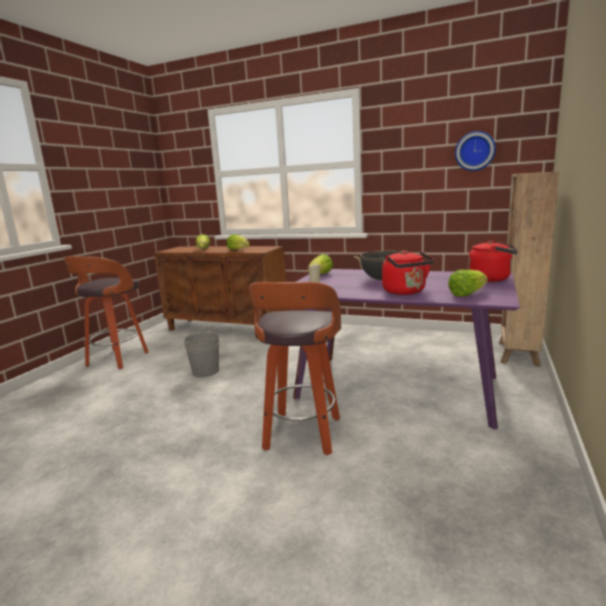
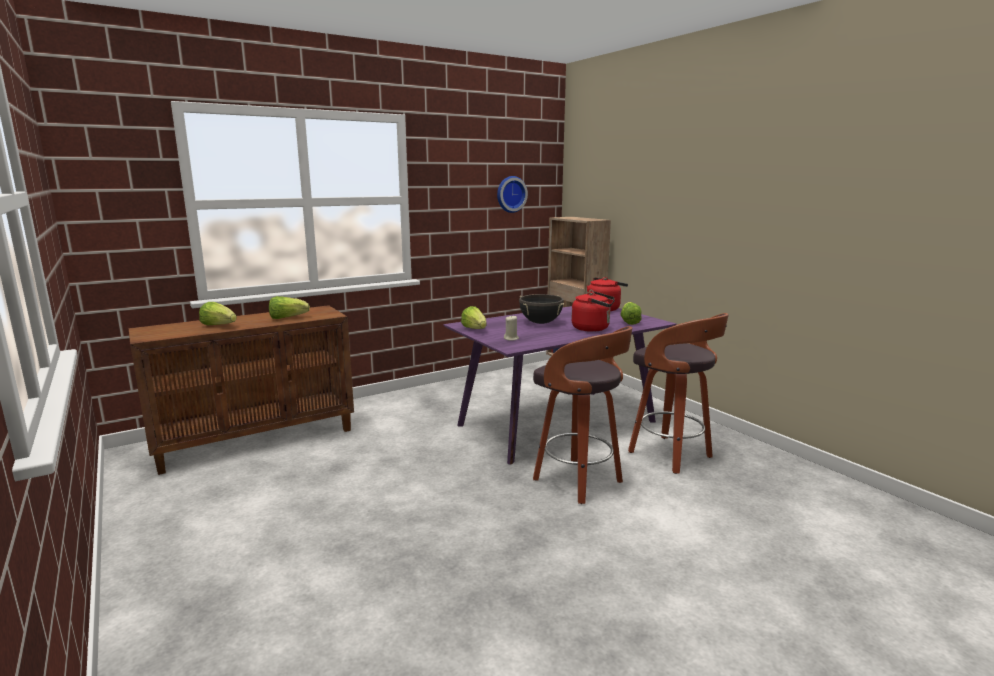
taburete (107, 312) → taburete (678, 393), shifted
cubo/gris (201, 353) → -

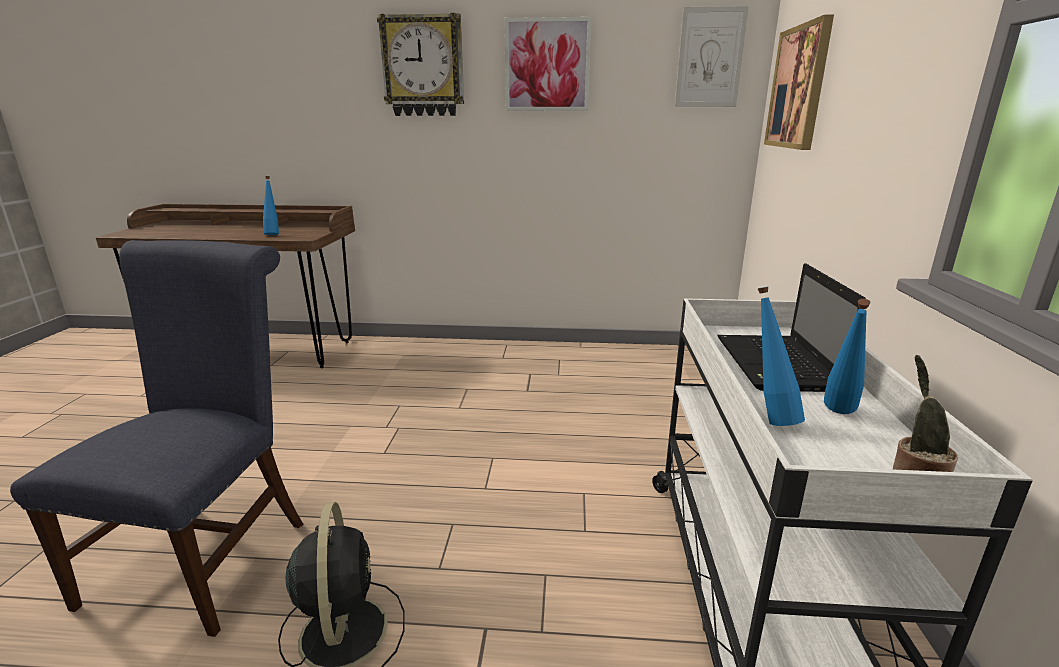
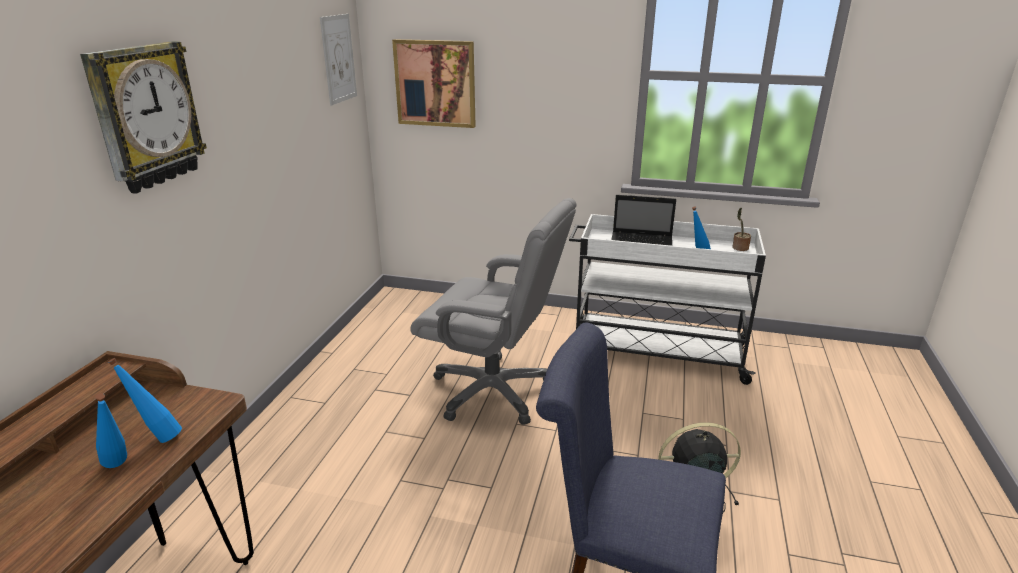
cuadro (547, 64) → -
botella/azul (847, 356) → botella/azul (111, 430), shifted
- → silla de oficina/gris (493, 311)

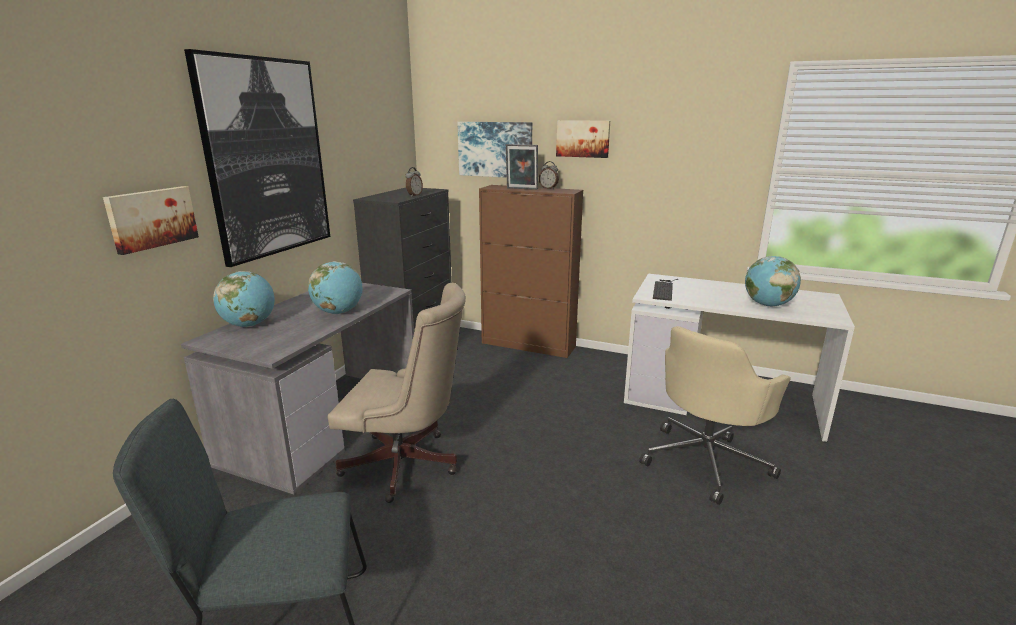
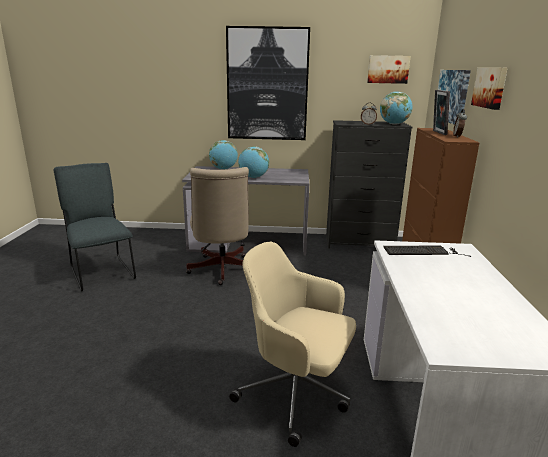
cuadro (151, 220) → cuadro (389, 69), shifted
globo terráqueo (773, 281) → globo terráqueo (396, 108), shifted

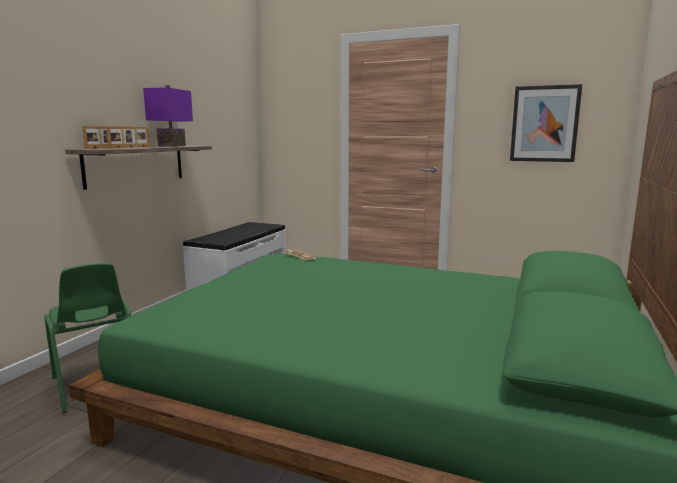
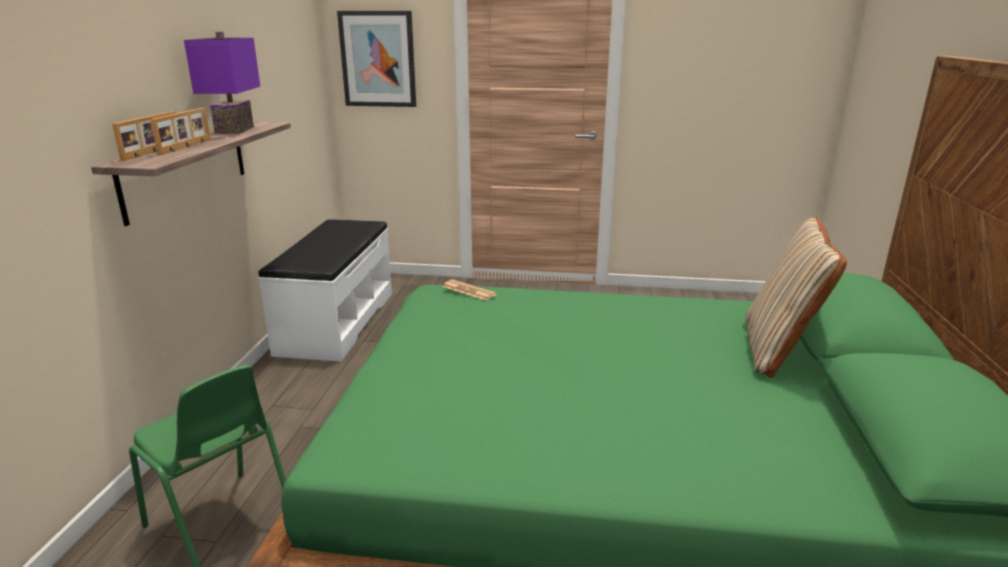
cuadro (546, 123) → cuadro (376, 59), shifted
- → cojín/beis (796, 297)

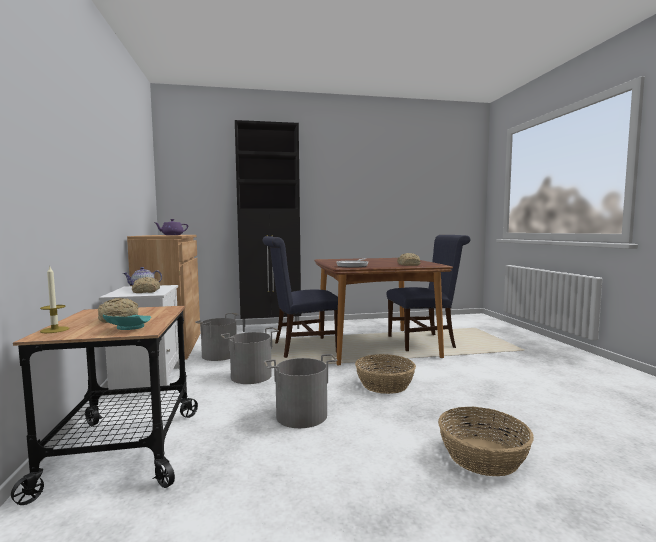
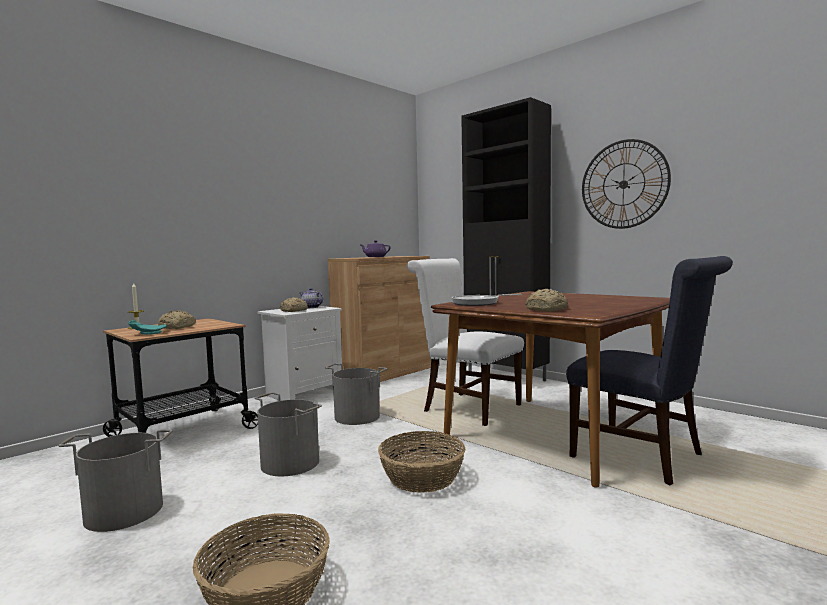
silla/azul (300, 297) → silla/blanco (465, 342)
cubo/gris (217, 337) → cubo/gris (115, 481), shifted
- → reloj de pared (626, 184)

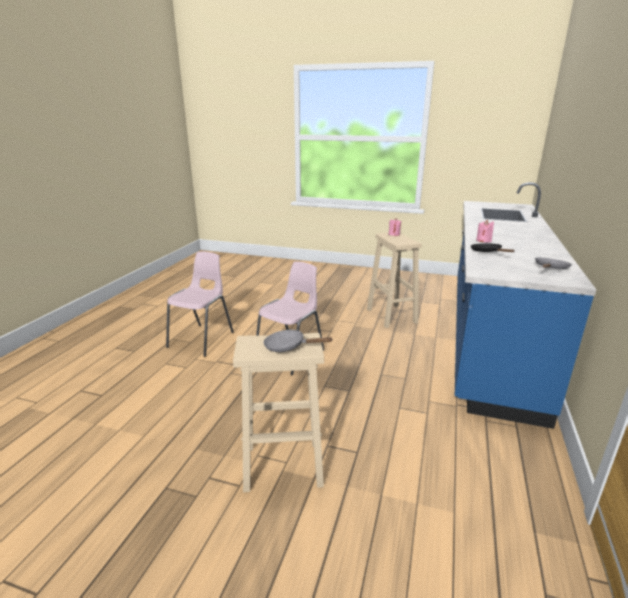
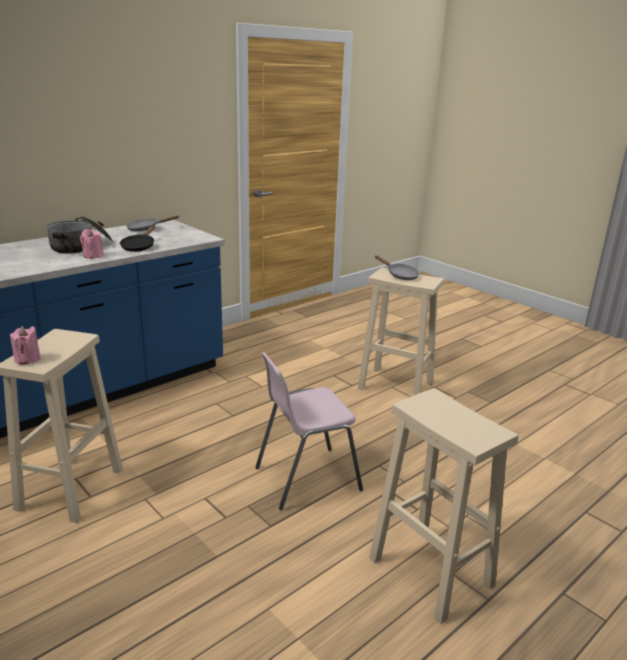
silla/rosa (200, 304) → taburete/beis (444, 506)
- → olla (79, 234)

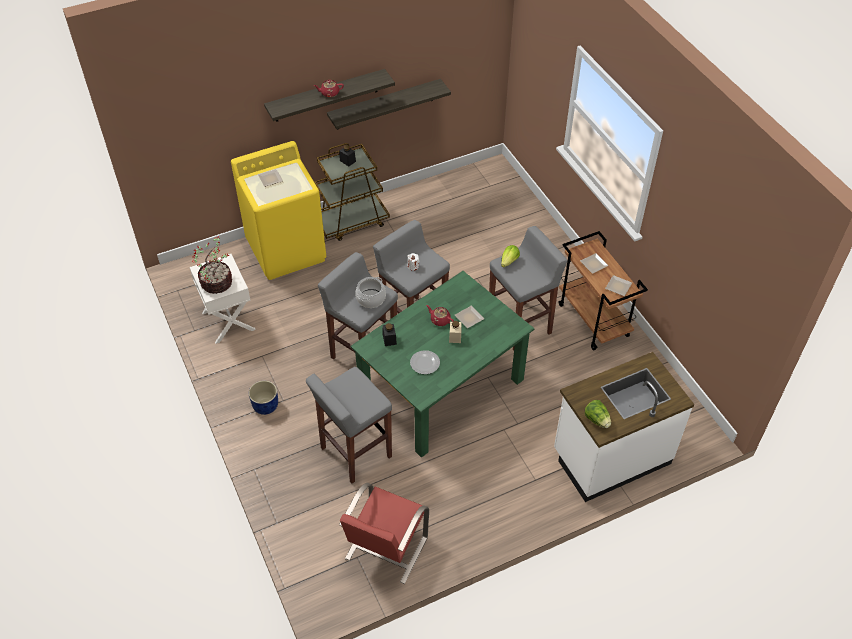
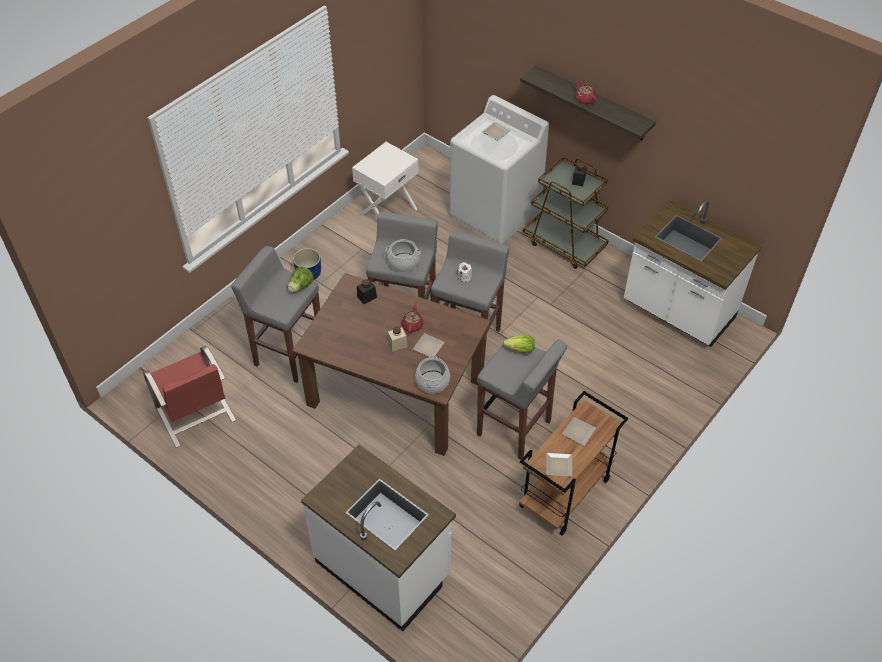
estante (389, 104) → -
lavadora/amarillo (278, 210) → lavadora/blanco (499, 169)
planta en maceta (212, 265) → -
mesa de comedor/verde (442, 364) → mesa de comedor/marrón (391, 364)
plato (425, 362) → -
lechuga (598, 414) → lechuga (300, 280), shifted
silla/rojo (384, 533) → silla/rojo (189, 397), 120 degrees counterclockwise
- → mueble bajo de cocina/blanco (692, 274)
- → olla (432, 374)

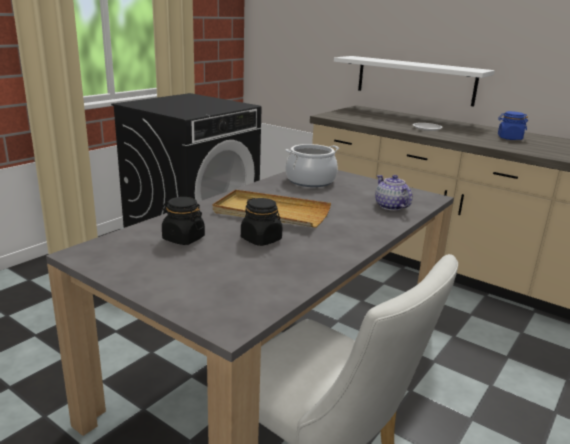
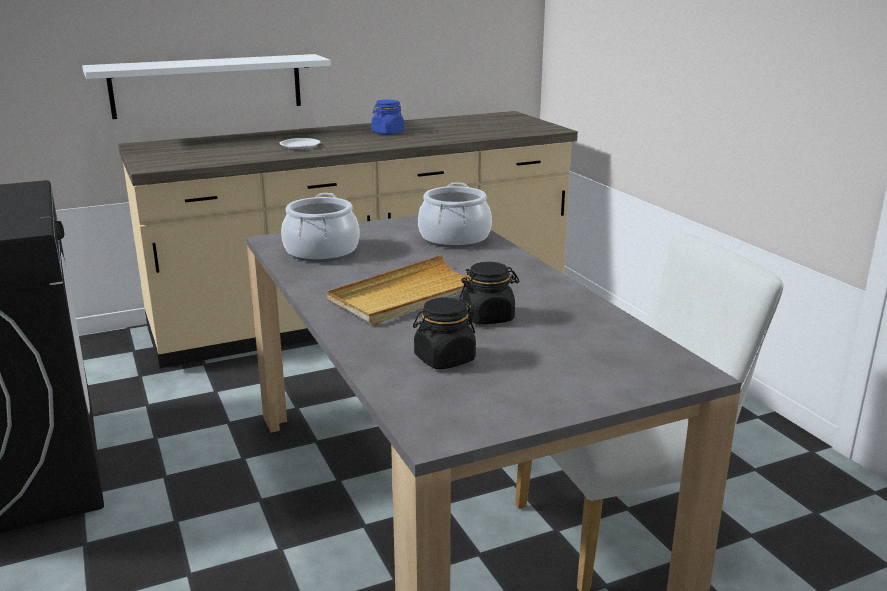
tetera (394, 193) → olla (455, 215)

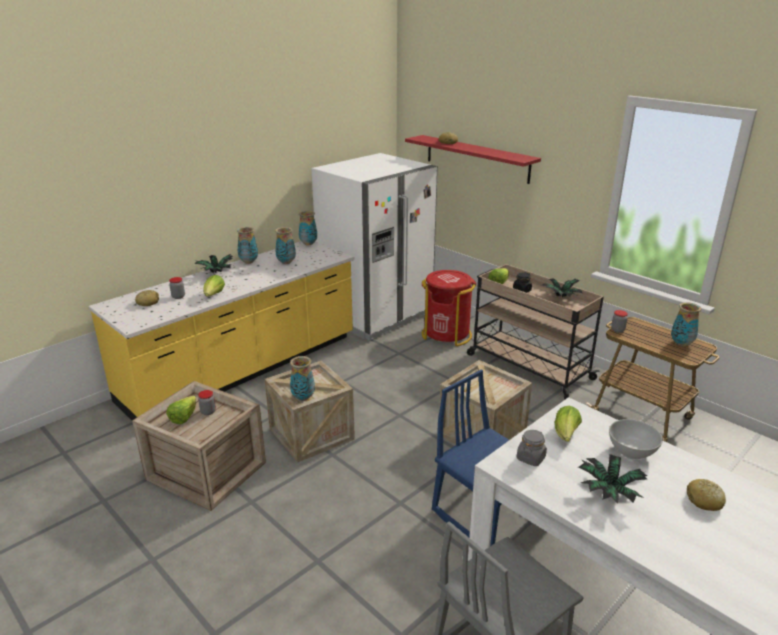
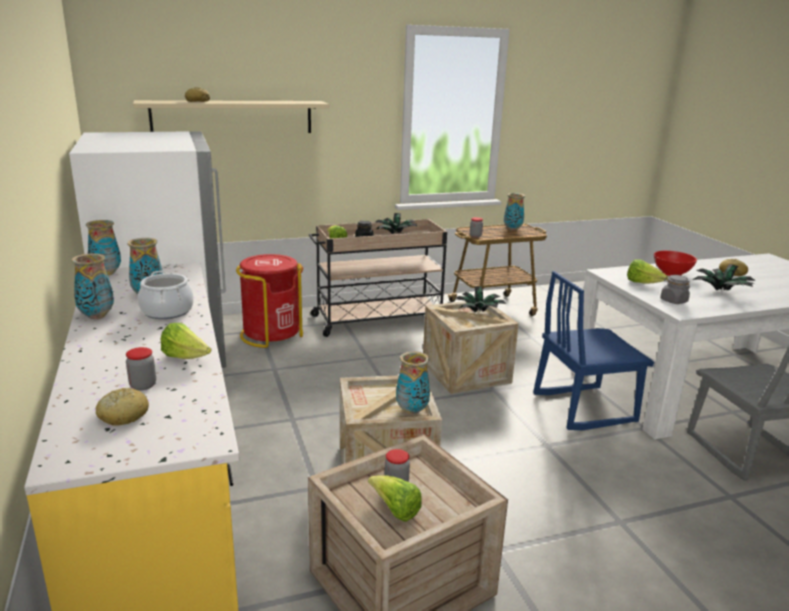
estante/rojo (473, 159) → estante/beis (231, 116)
planta en maceta (214, 263) → planta en maceta (481, 299), shifted
cuenco/blanco (636, 439) → cuenco/rojo (675, 263)
- → olla (166, 295)

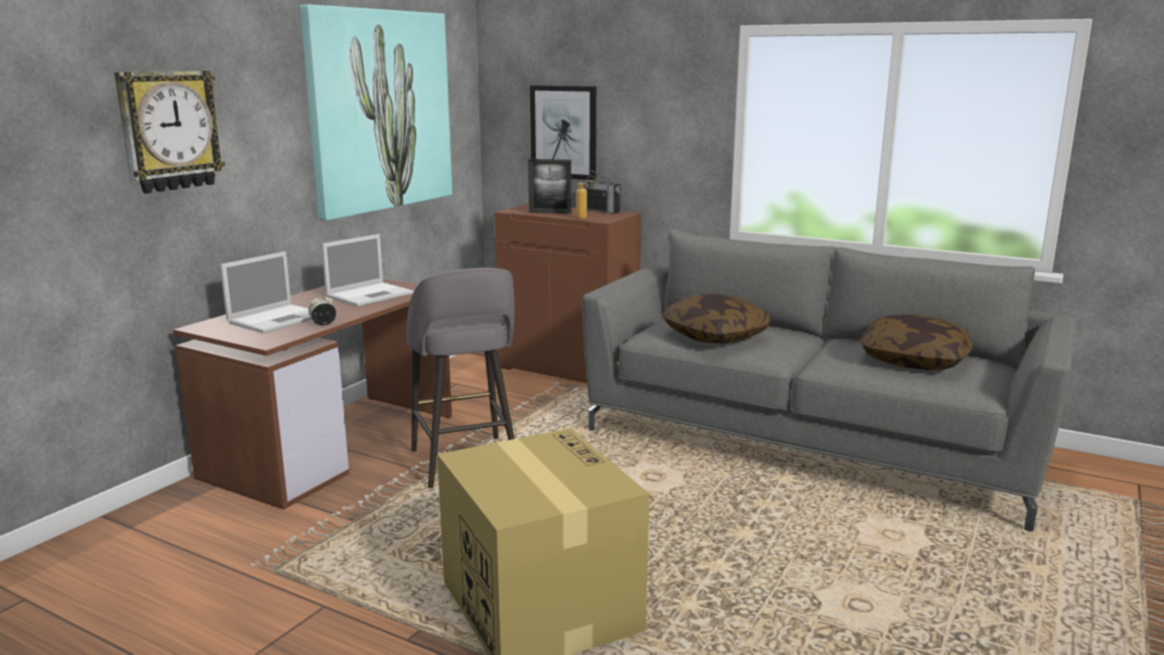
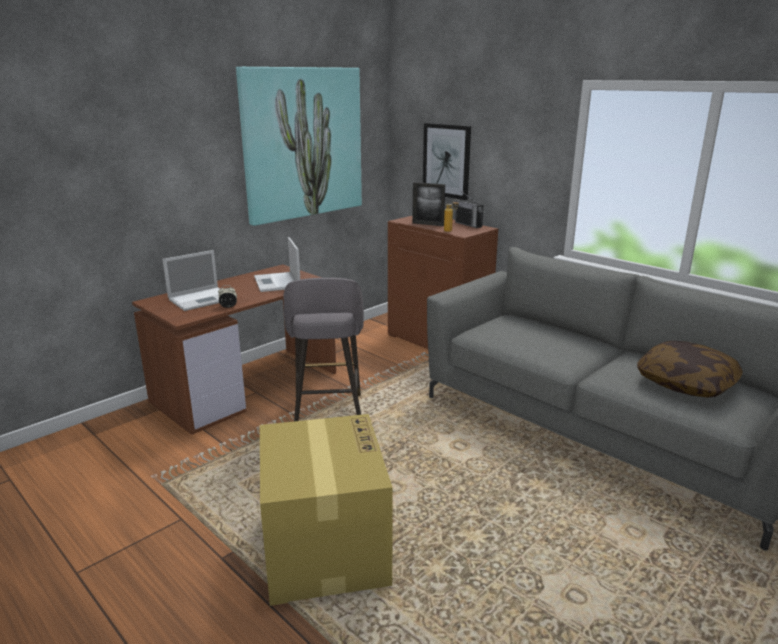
reloj de pared (169, 132) → -
portátil (367, 270) → portátil (277, 264), 105 degrees clockwise
cojín (717, 318) → -

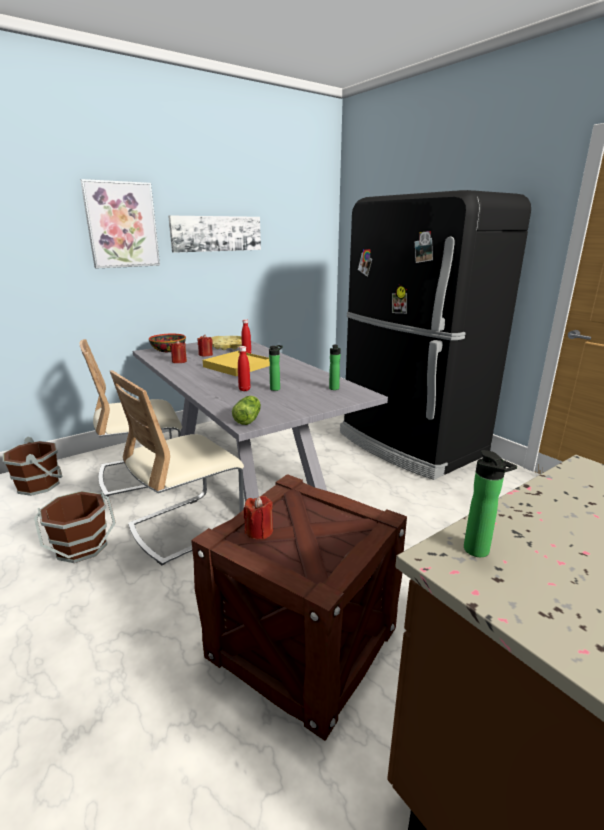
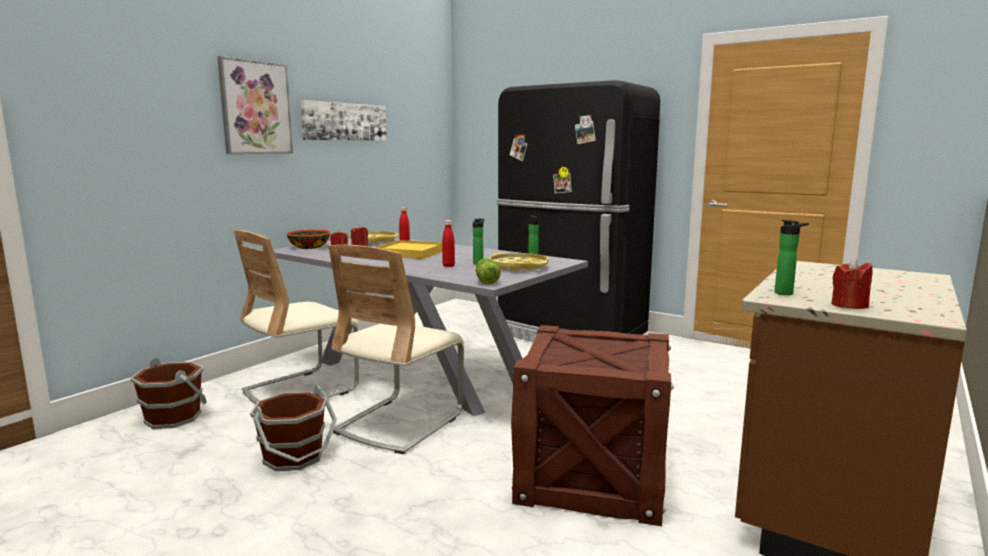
vela/rojo (258, 518) → vela/rojo (851, 284), shifted
- → bandeja/amarillo (519, 262)

